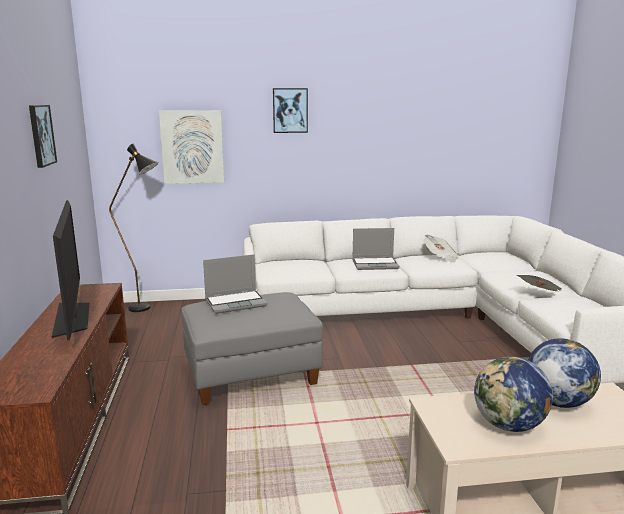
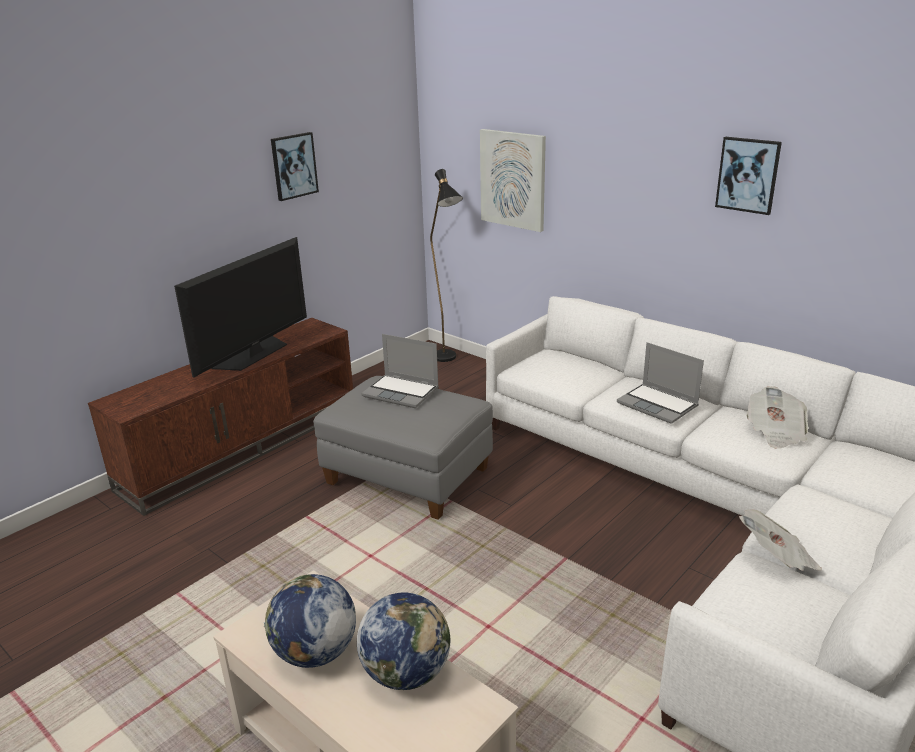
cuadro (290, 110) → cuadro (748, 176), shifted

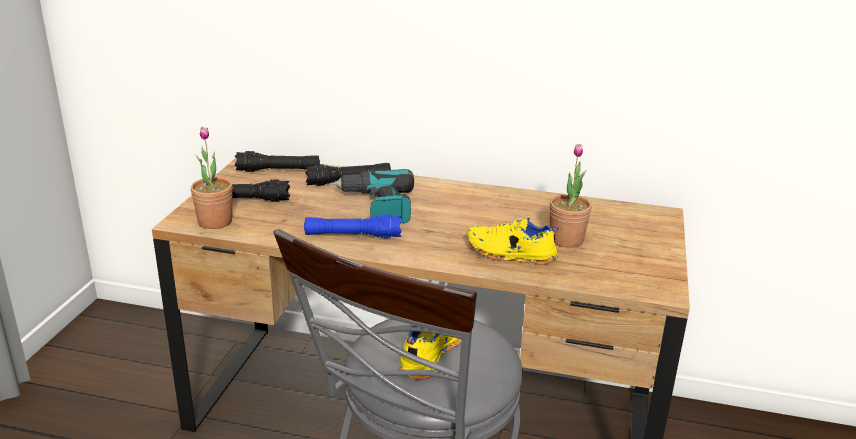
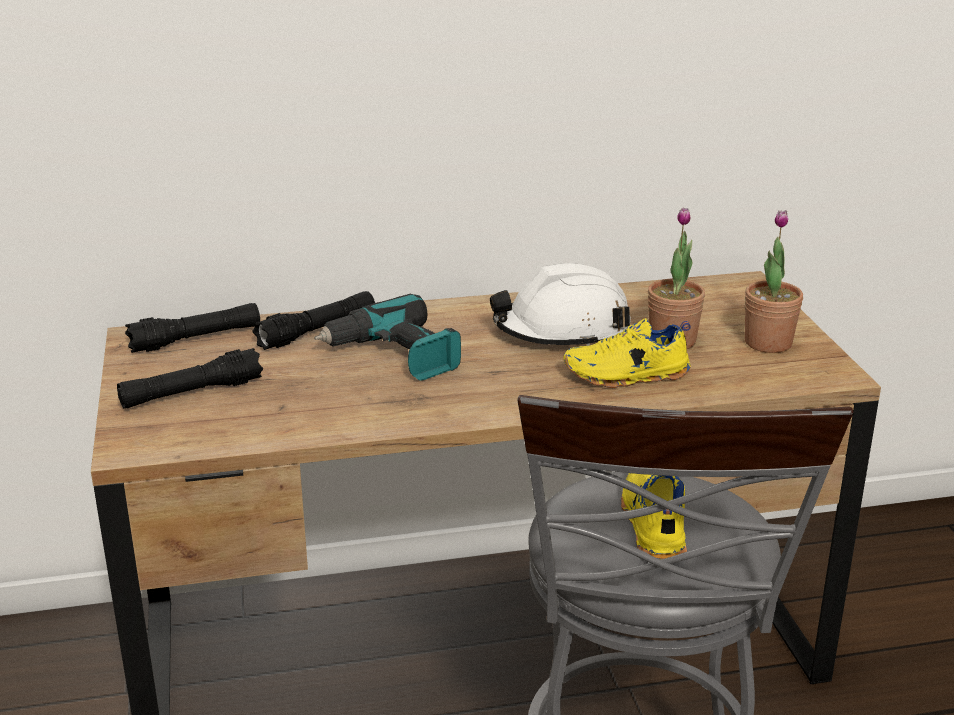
planta en maceta (212, 178) → planta en maceta (774, 281), shifted
linterna/azul (352, 226) → -
- → casco/blanco (560, 304)

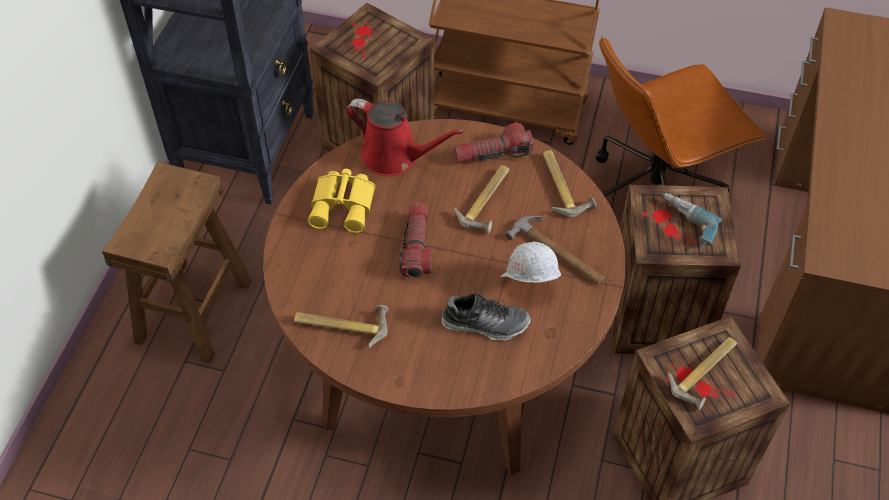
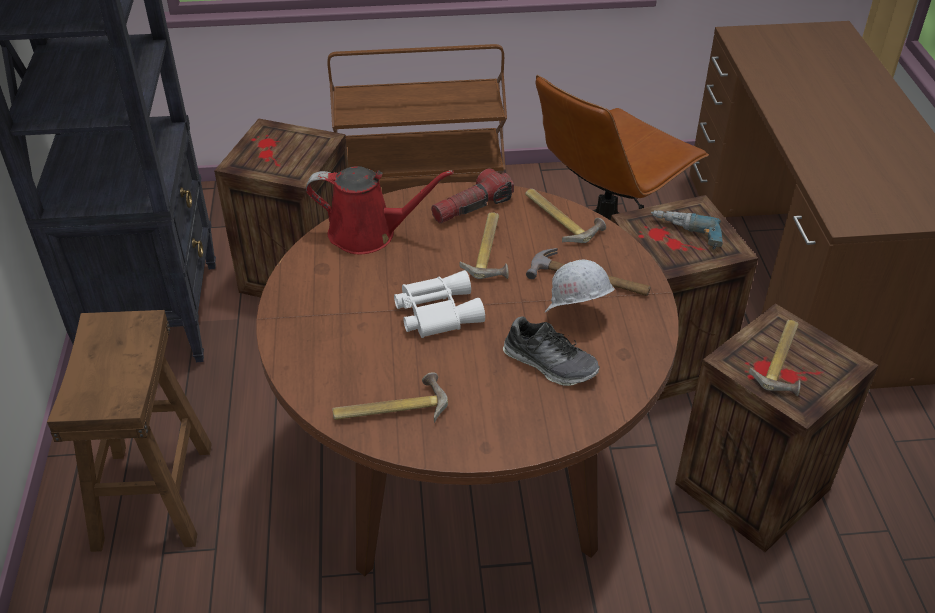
prismáticos/amarillo (342, 201) → -
linterna (415, 240) → prismáticos/blanco (439, 304)
zapato (486, 316) → zapato (551, 351), 45 degrees clockwise

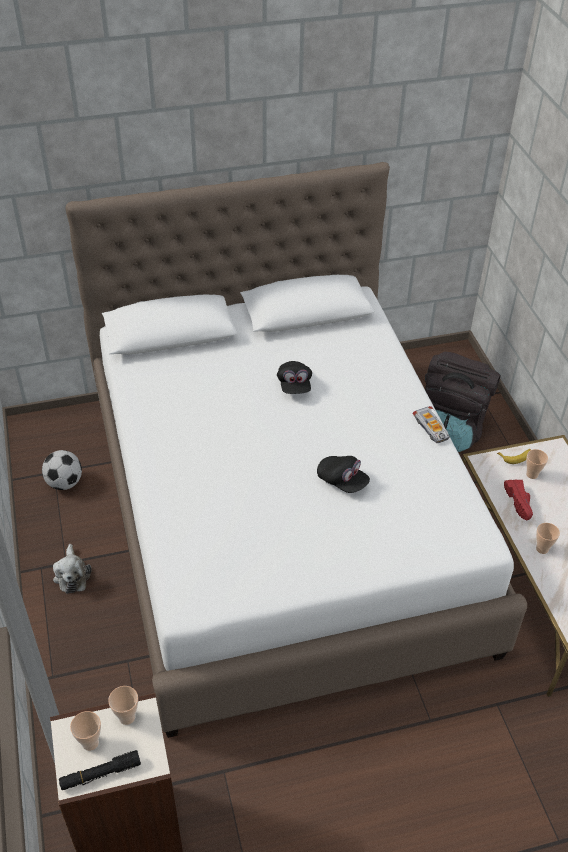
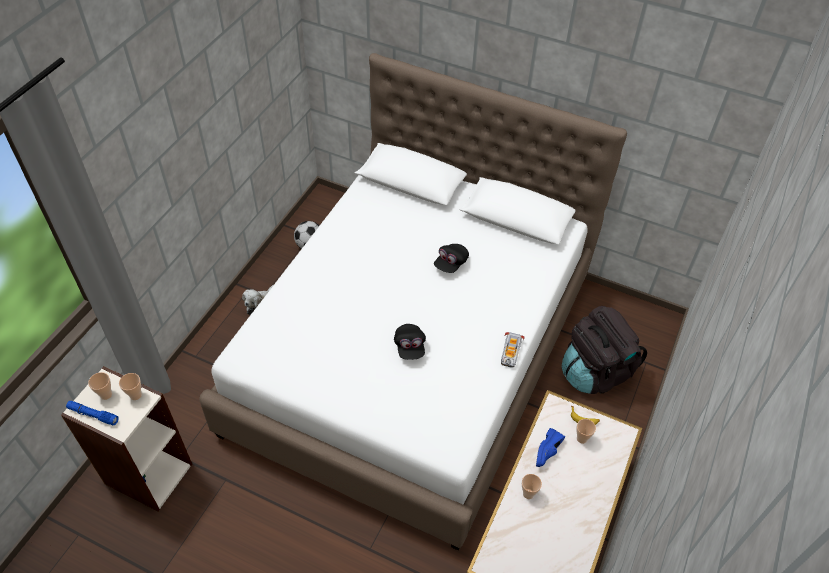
zapato/rojo (518, 500) → zapato/azul (550, 447)
linterna/negro (100, 770) → linterna/azul (92, 413)

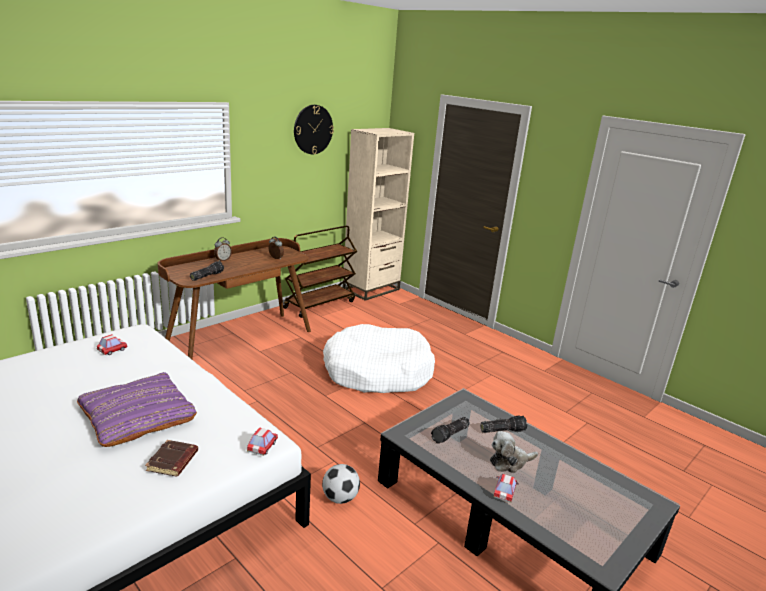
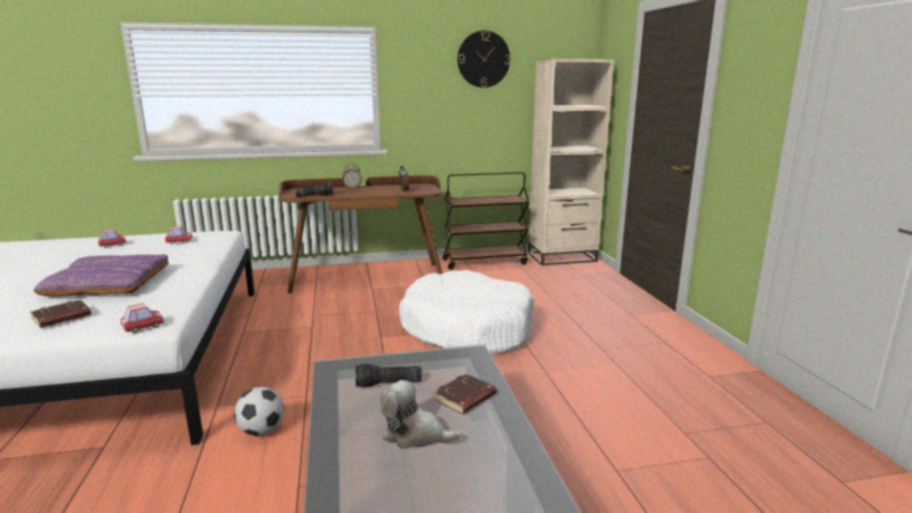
linterna (503, 424) → libro/marrón (464, 393)
coche de juguete (506, 488) → coche de juguete (112, 238), shifted

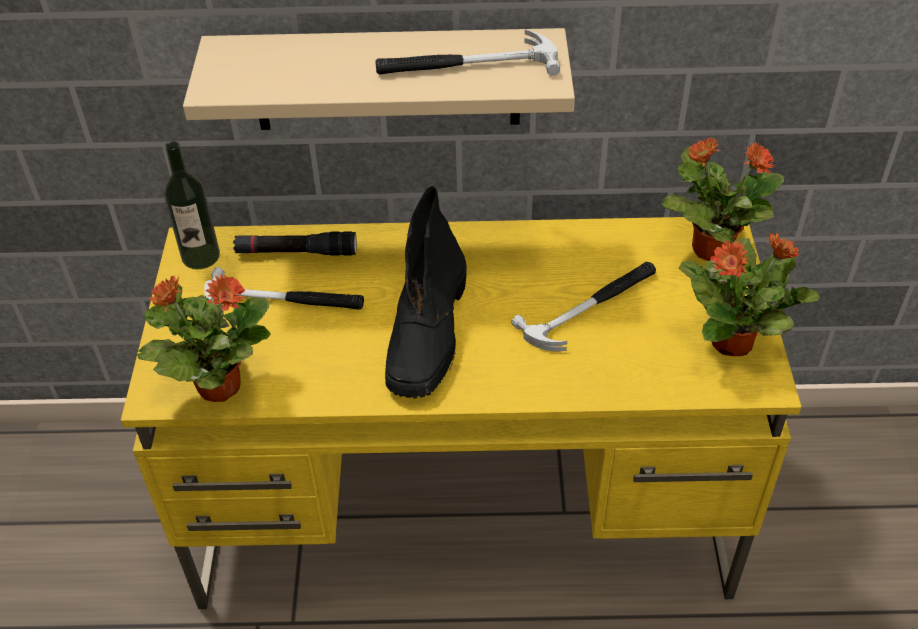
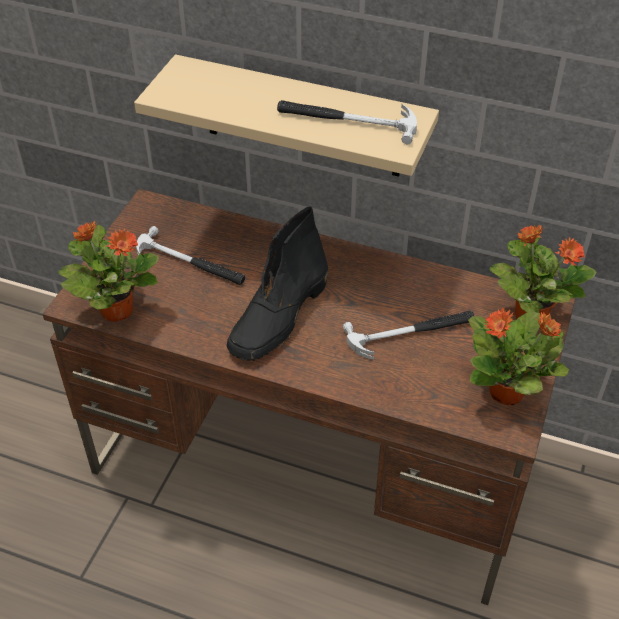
botella (192, 205) → -
escritorio/amarillo (461, 413) → escritorio/marrón (309, 397)
linterna/negro (295, 243) → -

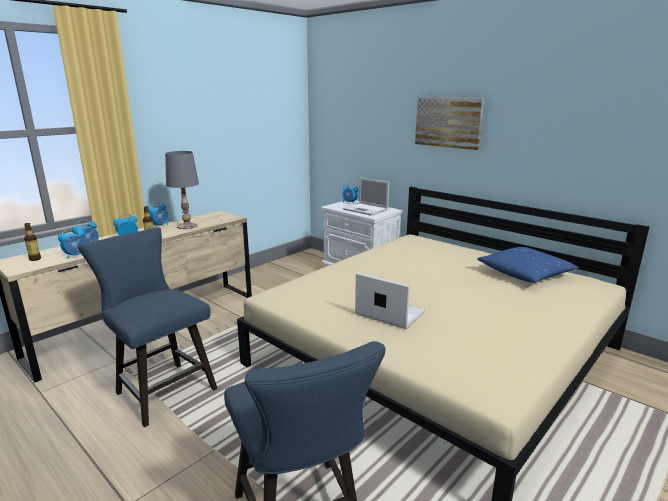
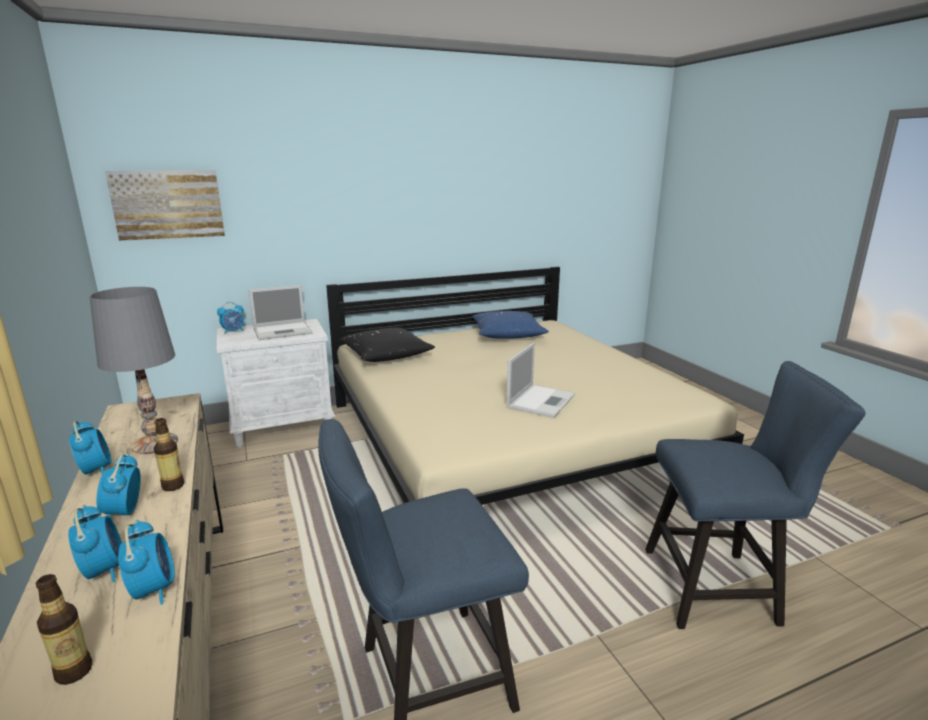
cuadro (449, 123) → cuadro (165, 205), shifted
portátil (390, 300) → portátil (540, 380), 150 degrees clockwise
- → cojín/negro (387, 345)

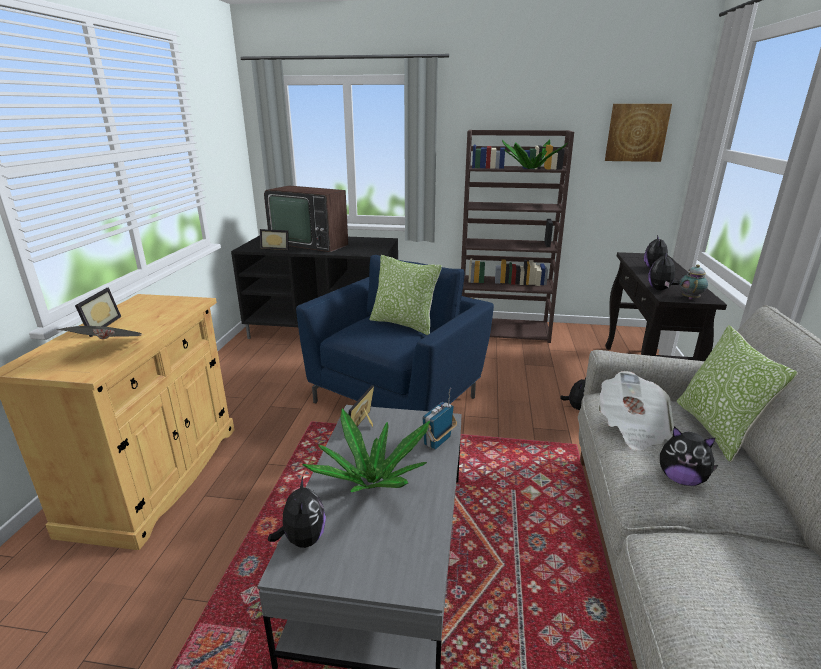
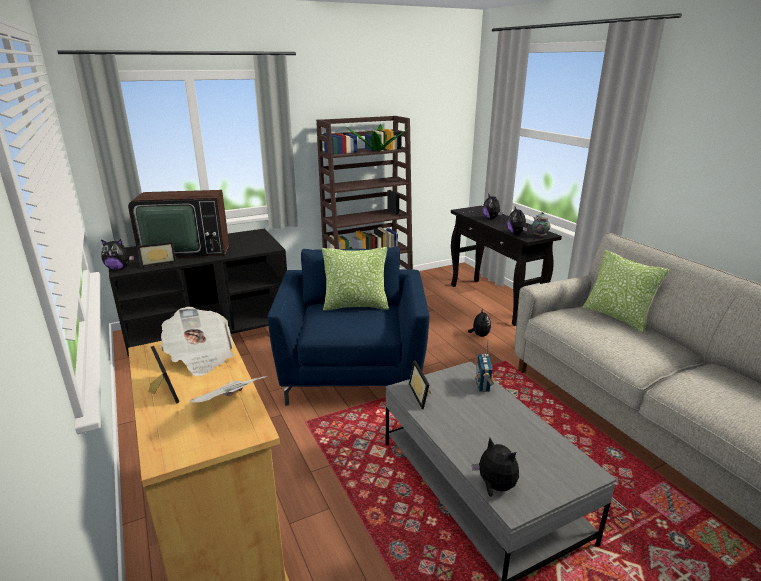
cuadro (638, 133) → -
periódico (636, 411) → periódico (197, 341), shifted
planta en maceta (366, 450) → -
peluche (689, 456) → peluche (117, 254), shifted

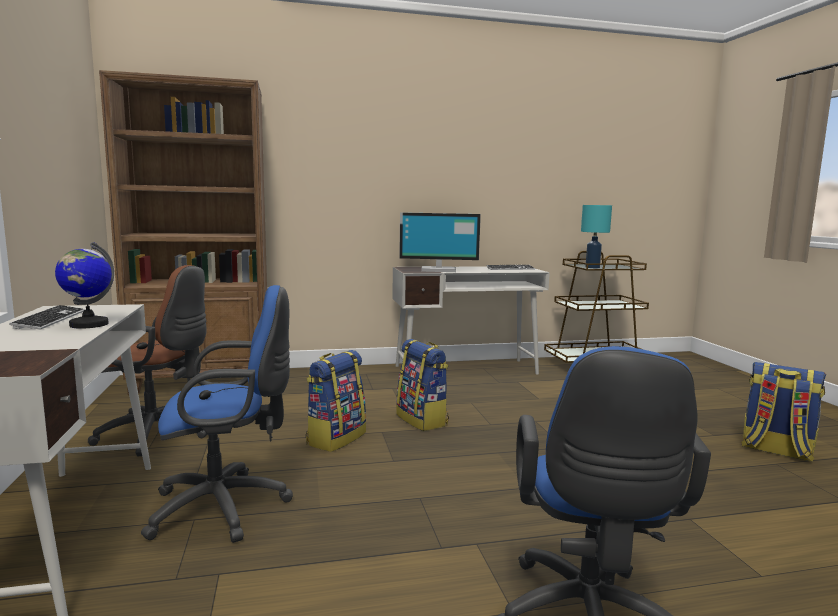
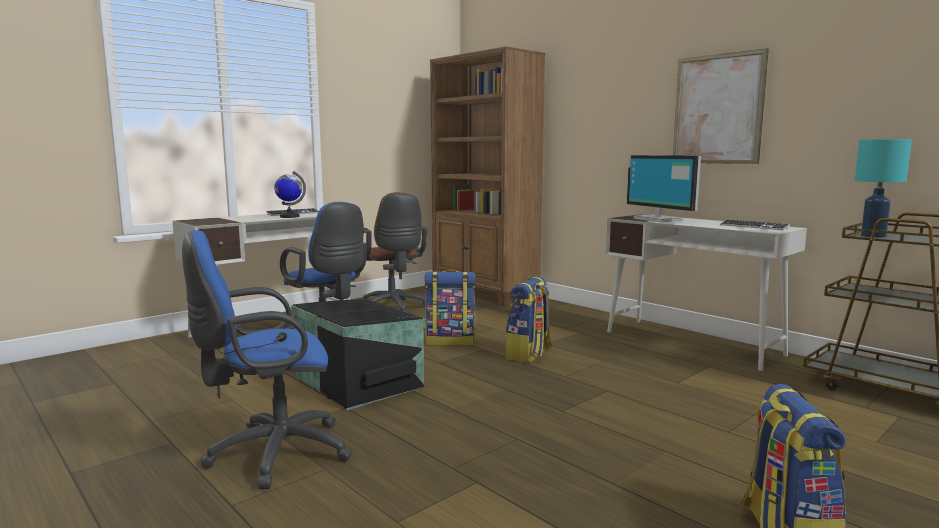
- → cuadro (721, 106)
- → caja de almacenaje/negro (358, 354)

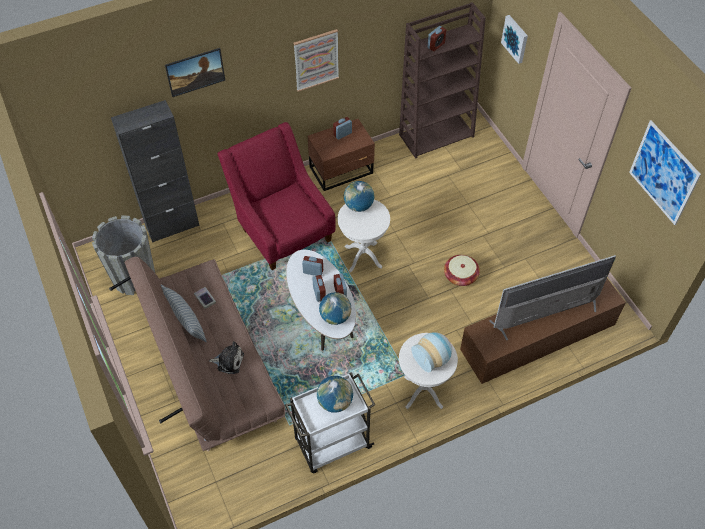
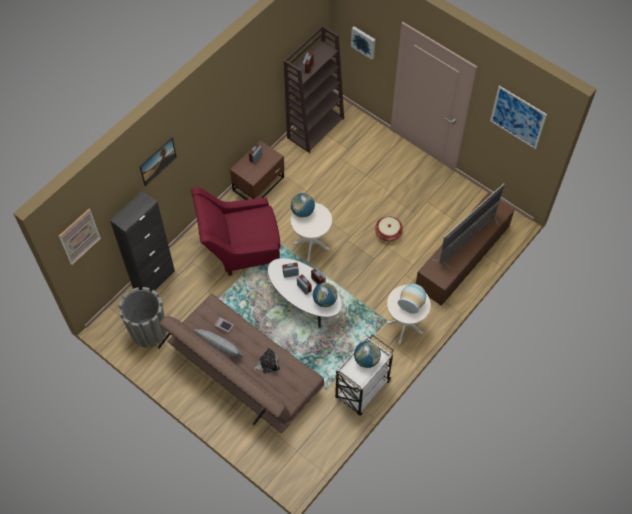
cuadro (316, 60) → cuadro (80, 237), shifted
sillón/rojo (276, 196) → sillón/rojo (235, 231), 45 degrees counterclockwise

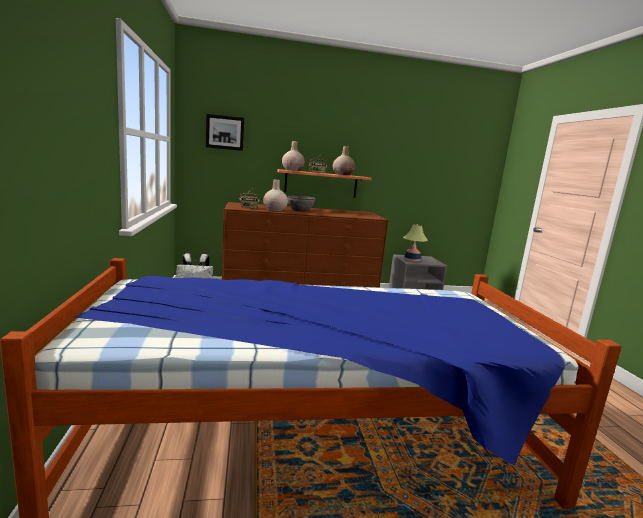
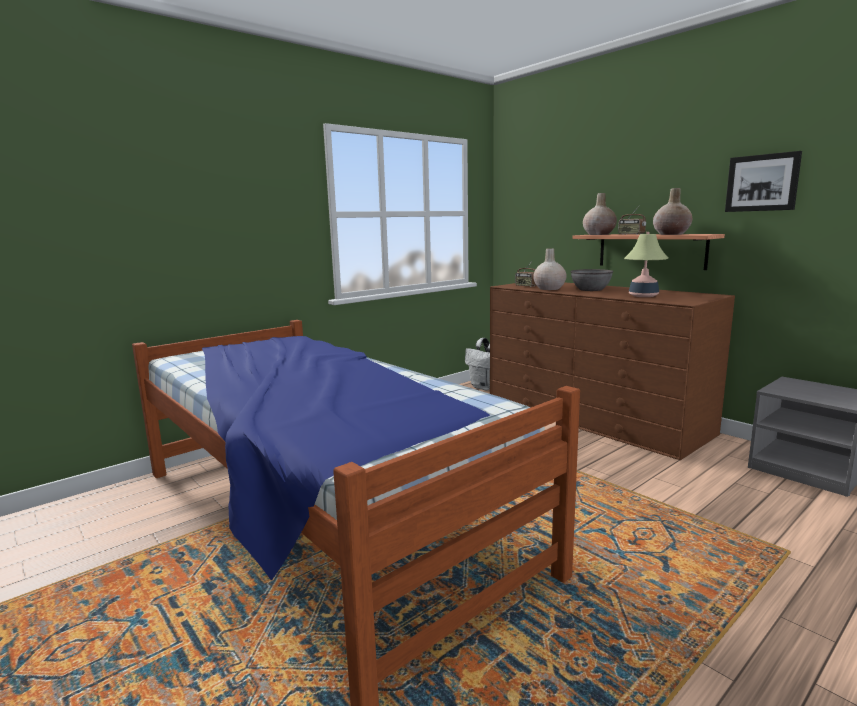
cuadro (225, 132) → cuadro (763, 181), shifted
lámpara de mesa (415, 243) → lámpara de mesa (646, 264), shifted

